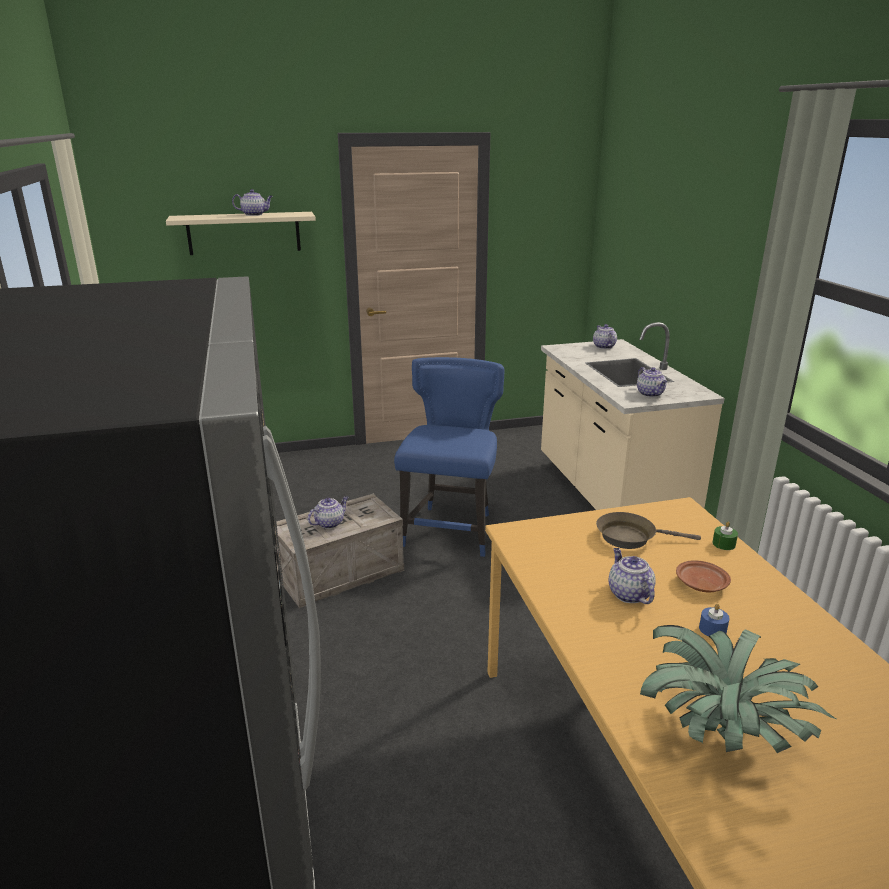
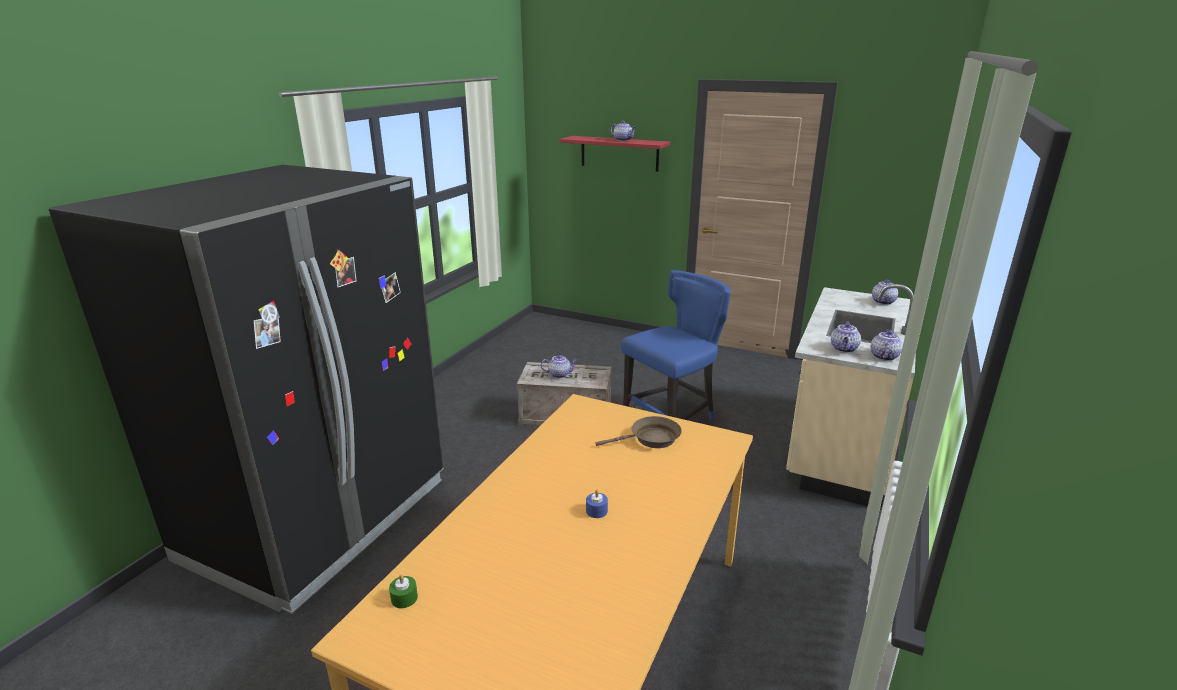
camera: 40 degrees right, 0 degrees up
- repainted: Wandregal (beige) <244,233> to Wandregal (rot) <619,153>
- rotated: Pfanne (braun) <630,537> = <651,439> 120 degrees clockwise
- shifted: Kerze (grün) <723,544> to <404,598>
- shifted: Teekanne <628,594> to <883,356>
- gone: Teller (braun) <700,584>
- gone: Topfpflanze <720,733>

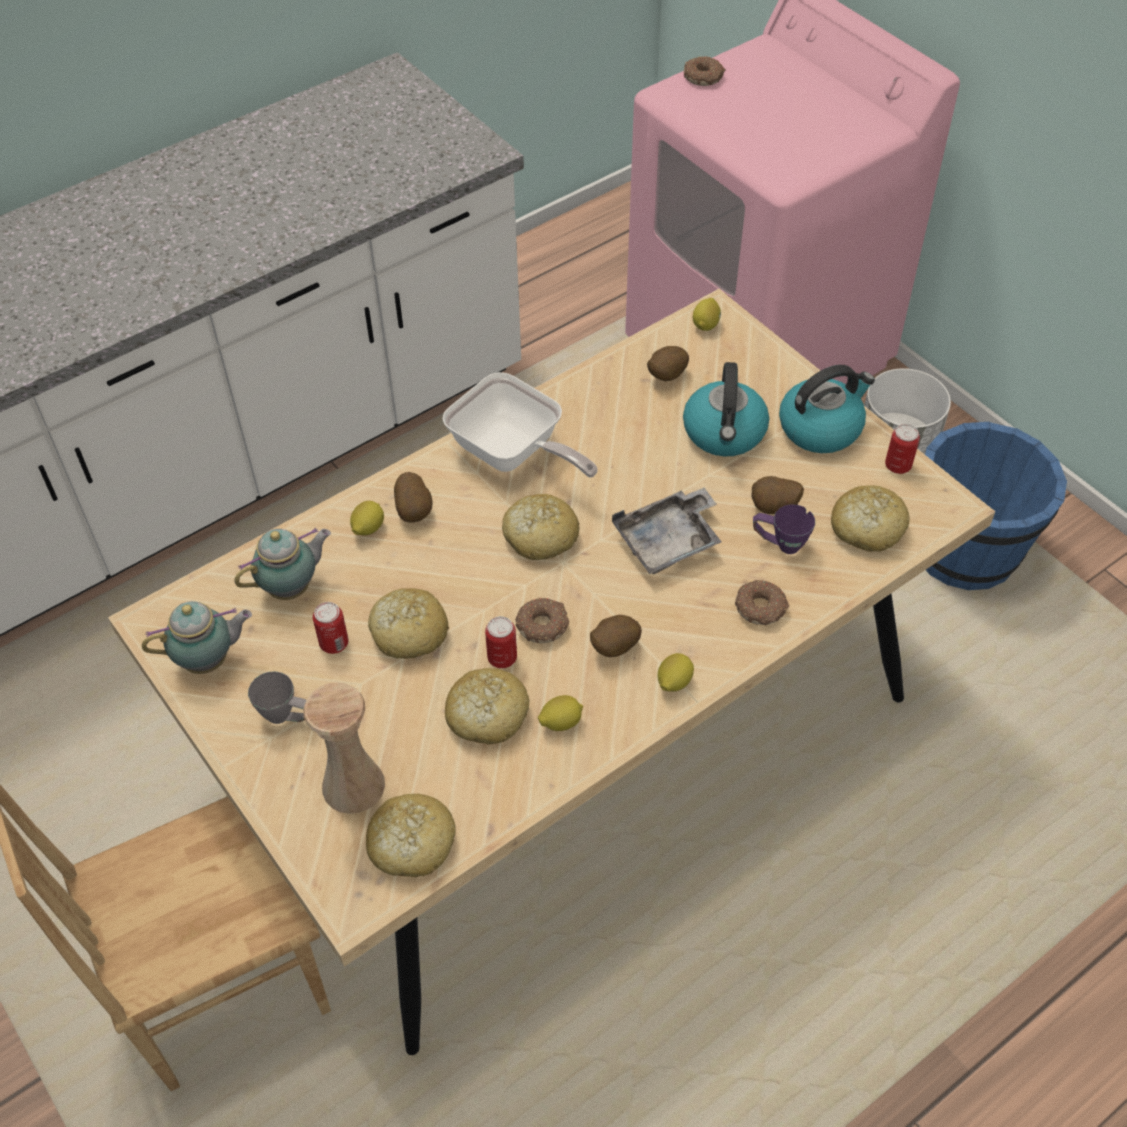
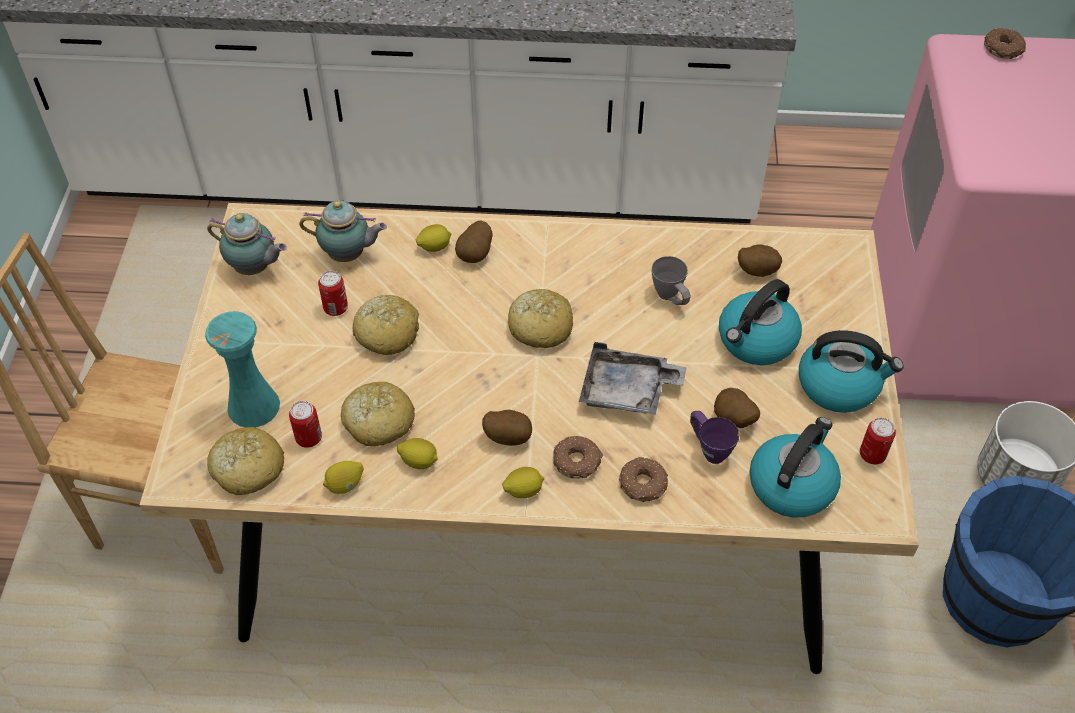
camera: 40 degrees right, 0 degrees up
- shifted: Zitrone <706,324> to <345,485>
- gone: Pfanne <513,454>
- swapped: Brot <866,528> to Wasserkessel <792,484>
- shifted: Donut <543,625> to <577,462>
- shifted: Dose <502,658> to <309,438>
- shifted: Henkelbecher (grau) <288,717> to <671,299>
- repainted: Vase (beige) <353,785> to Vase (türkis) <253,406>

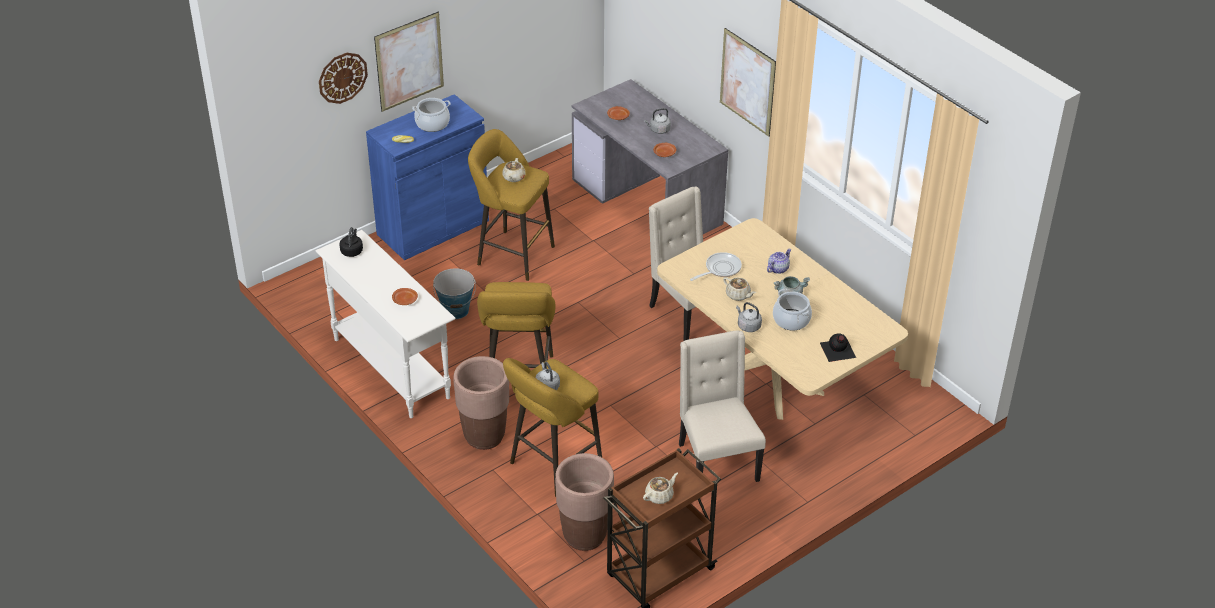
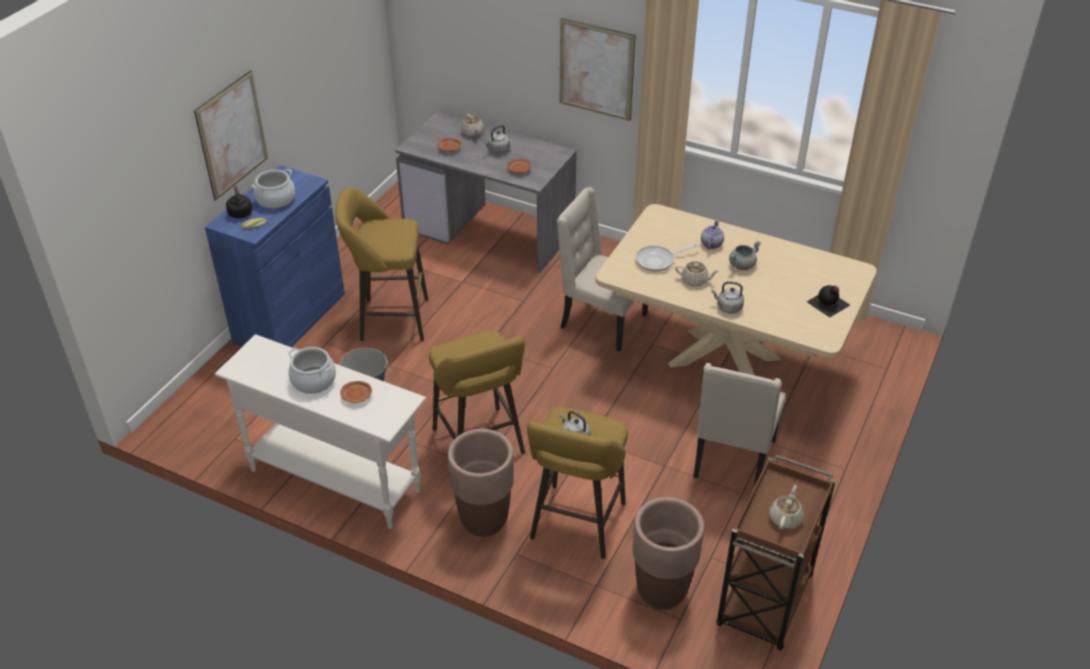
camera: 25 degrees left, 0 degrees up
- gone: Wanduhr <342,77>
- shifted: Teekanne (beige) <513,177> to <472,133>
- shifted: Wasserkessel (schwarz) <352,251> to <240,212>
- rotated: Pfanne <720,269> = <658,261> 135 degrees counterclockwise
- shifted: Kochtopf <791,320> to <313,381>
- rotated: Stuhl (beige) <716,461> = <732,460> 120 degrees counterclockwise

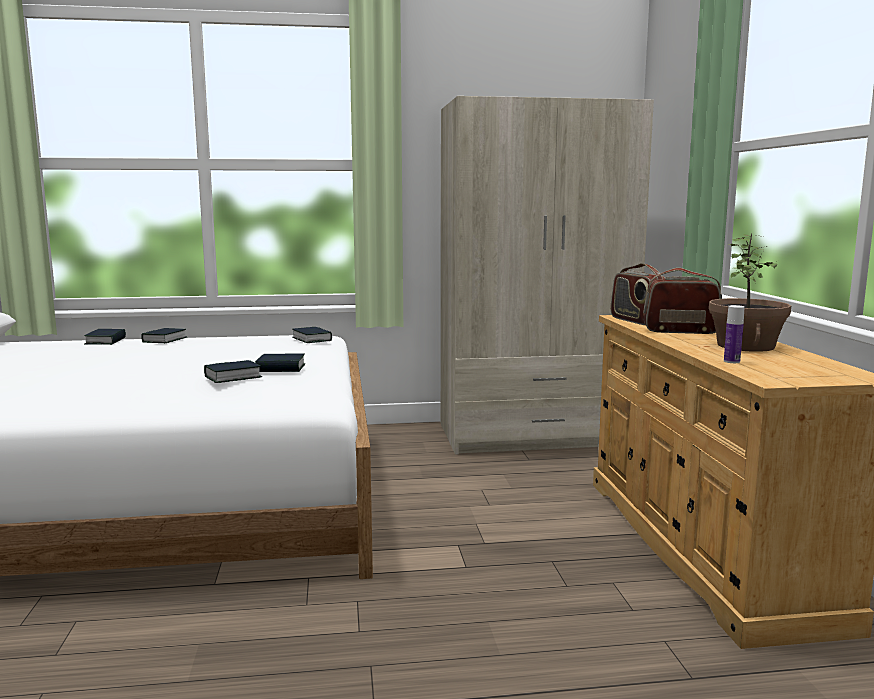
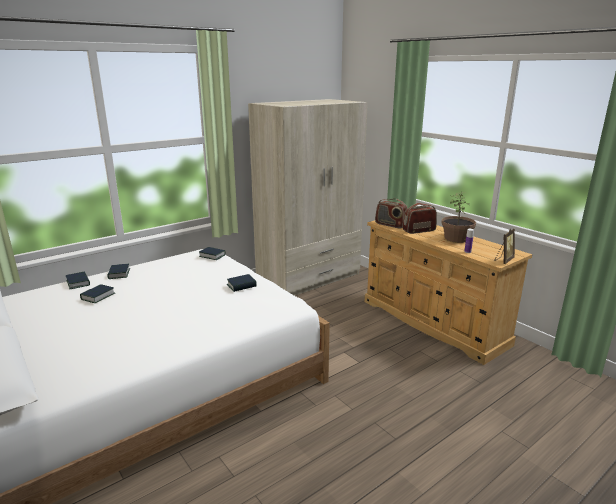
camera: 30 degrees left, 10 degrees up
- shifted: Buch <233,377> to <98,296>
- new: Bilderrahmen <503,260>

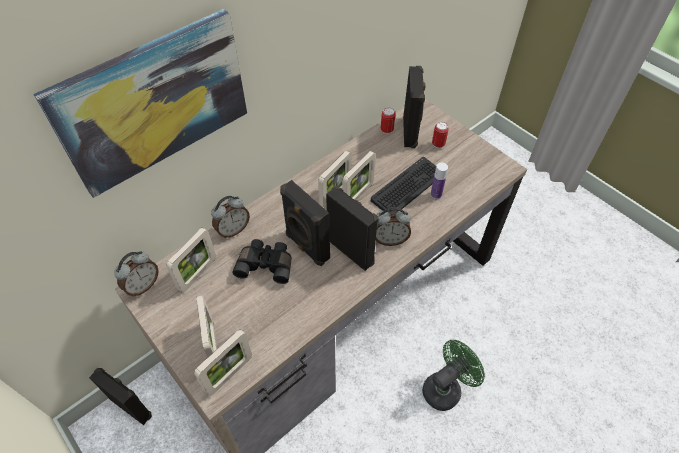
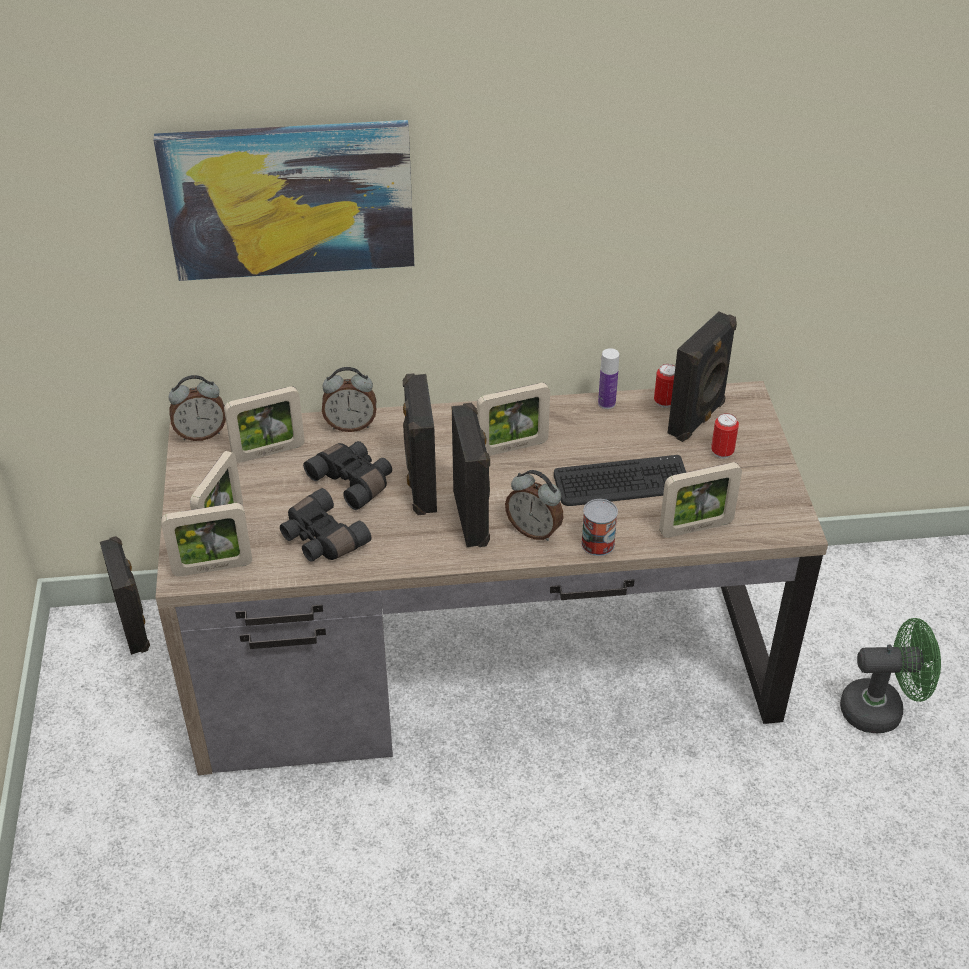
camera: 35 degrees right, 10 degrees down
- shifted: Bilderrahmen <358,195> to <696,528>
- shifted: Flasche <436,194> to <606,403>
- shifted: Ventilator (grün) <446,388> to <881,709>
- new: Fernglas (schwarz) <321,539>
- new: Dose <597,544>

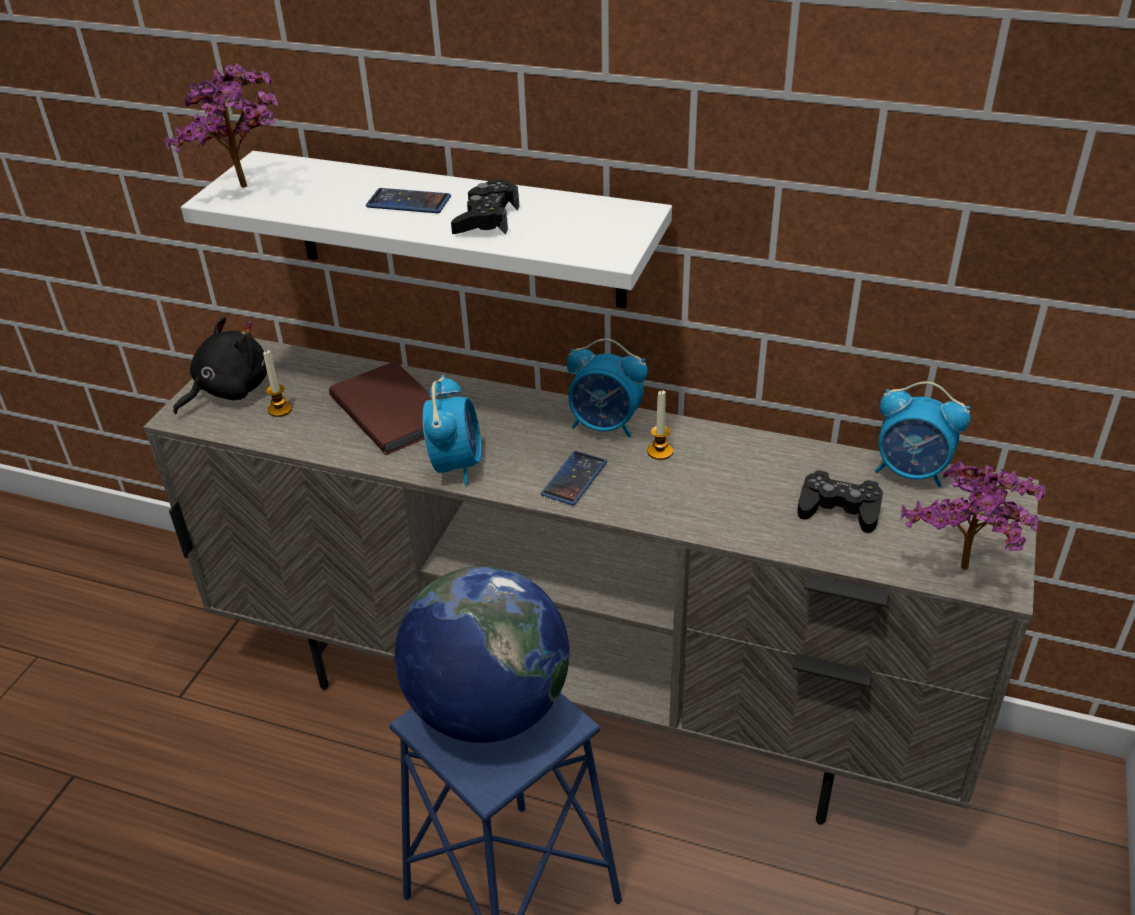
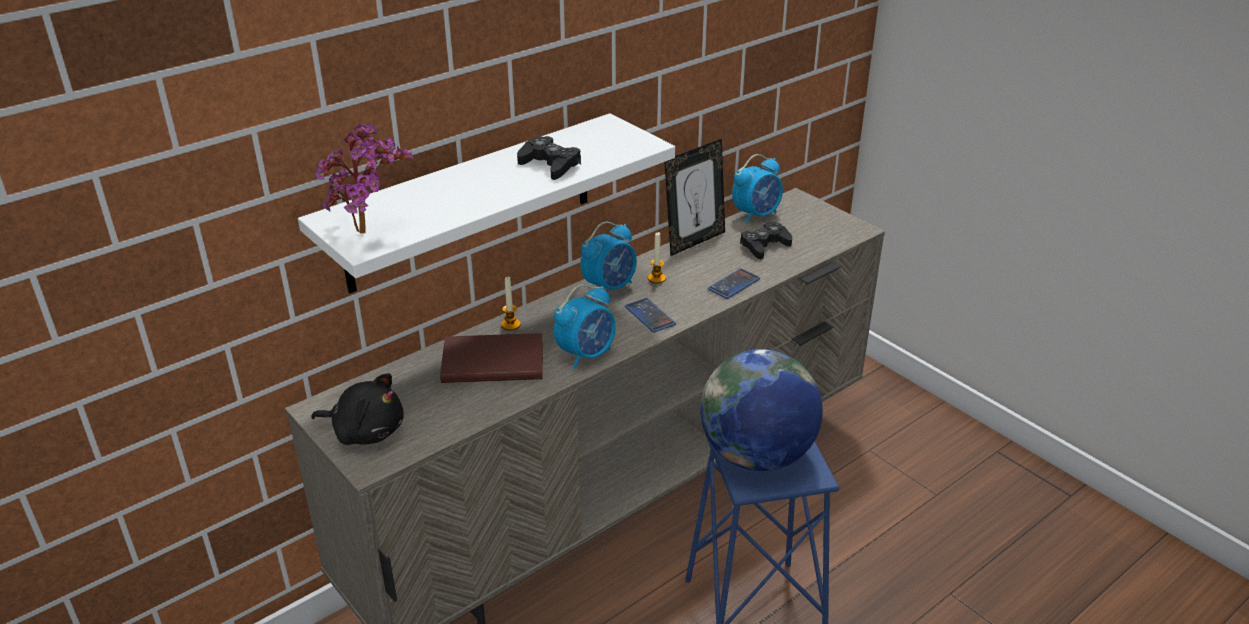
camera: 60 degrees left, 5 degrees down
- shifted: Handy <408,202> to <733,284>
- rotated: Plüschtier (schwarz) <228,390> = <366,431> 120 degrees clockwise
- shifted: Kerze <280,409> to <510,325>
- rotated: Wecker <456,465> = <586,354> 105 degrees clockwise
- gone: Topfpflanze <965,574>
- new: Bilderrahmen <694,241>

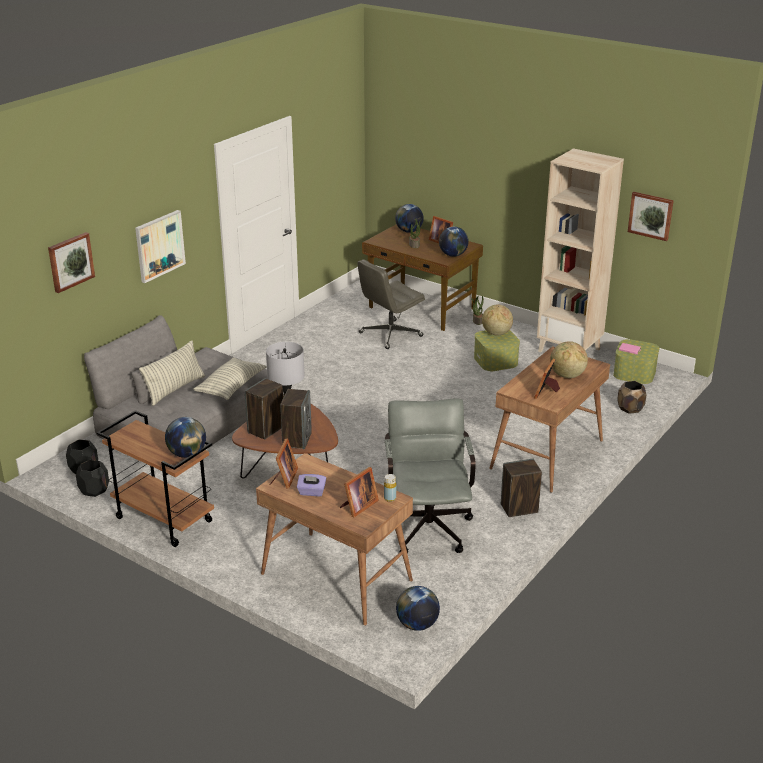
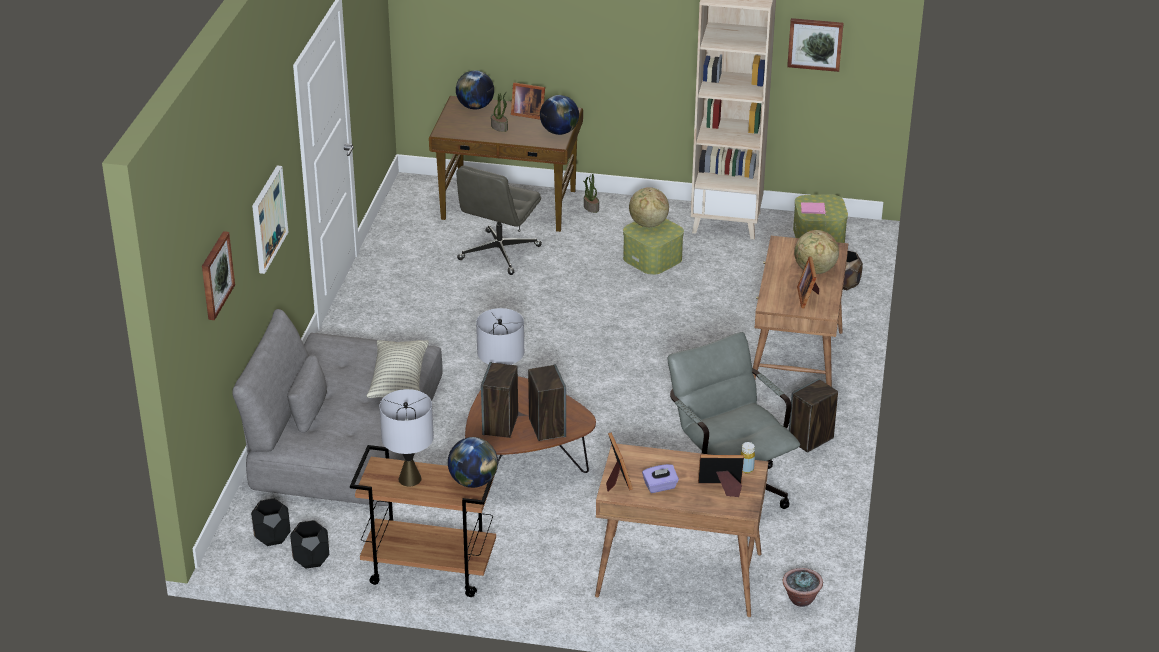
camera: 25 degrees left, 5 degrees up
- gone: Kissen <175,389>
- rotated: Bilderrahmen <358,506> = <722,488> 105 degrees counterclockwise
- swapped: Globus <417,624> to Topfpflanze <801,599>
- new: Tischlampe (grau) <410,478>

